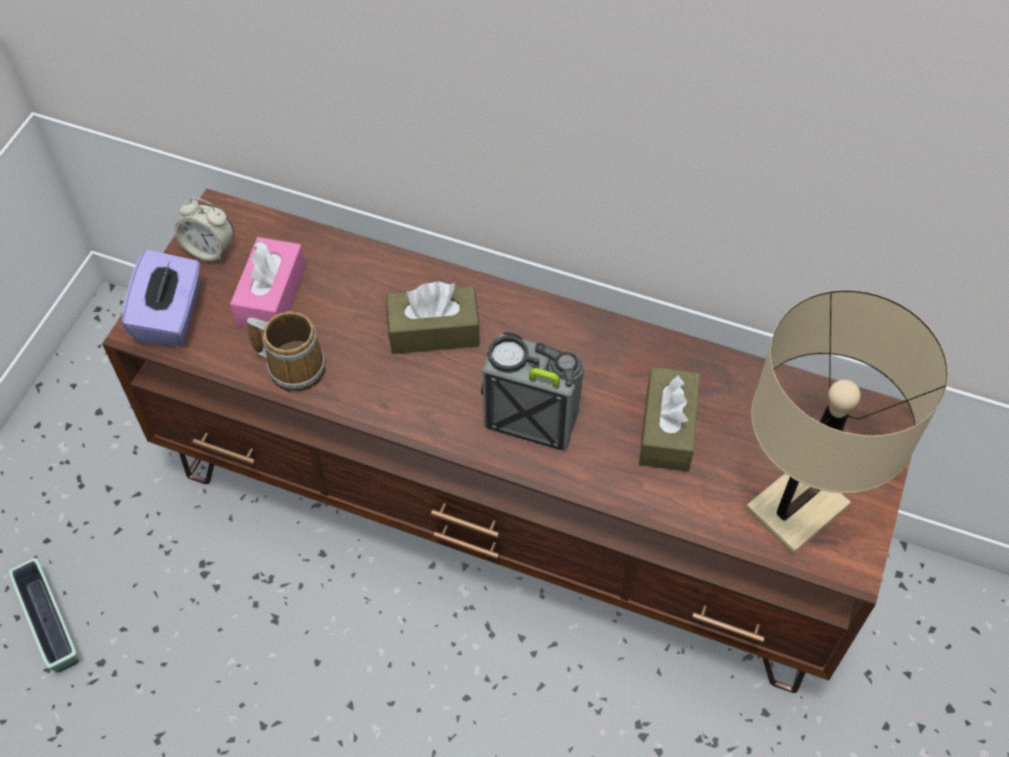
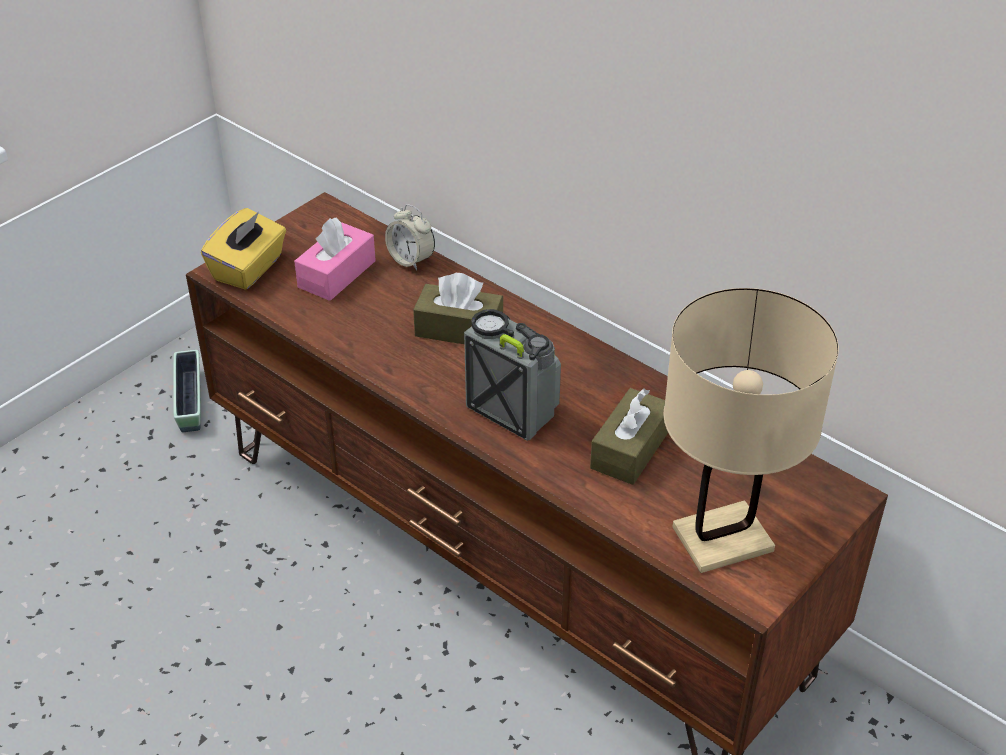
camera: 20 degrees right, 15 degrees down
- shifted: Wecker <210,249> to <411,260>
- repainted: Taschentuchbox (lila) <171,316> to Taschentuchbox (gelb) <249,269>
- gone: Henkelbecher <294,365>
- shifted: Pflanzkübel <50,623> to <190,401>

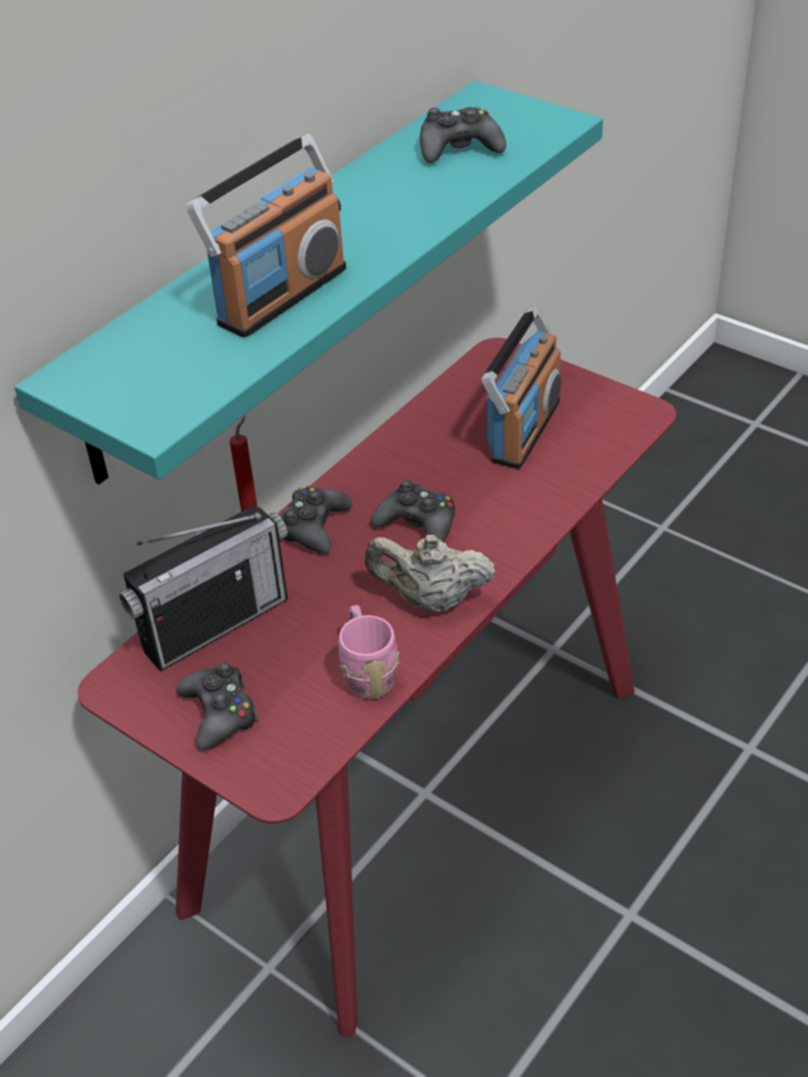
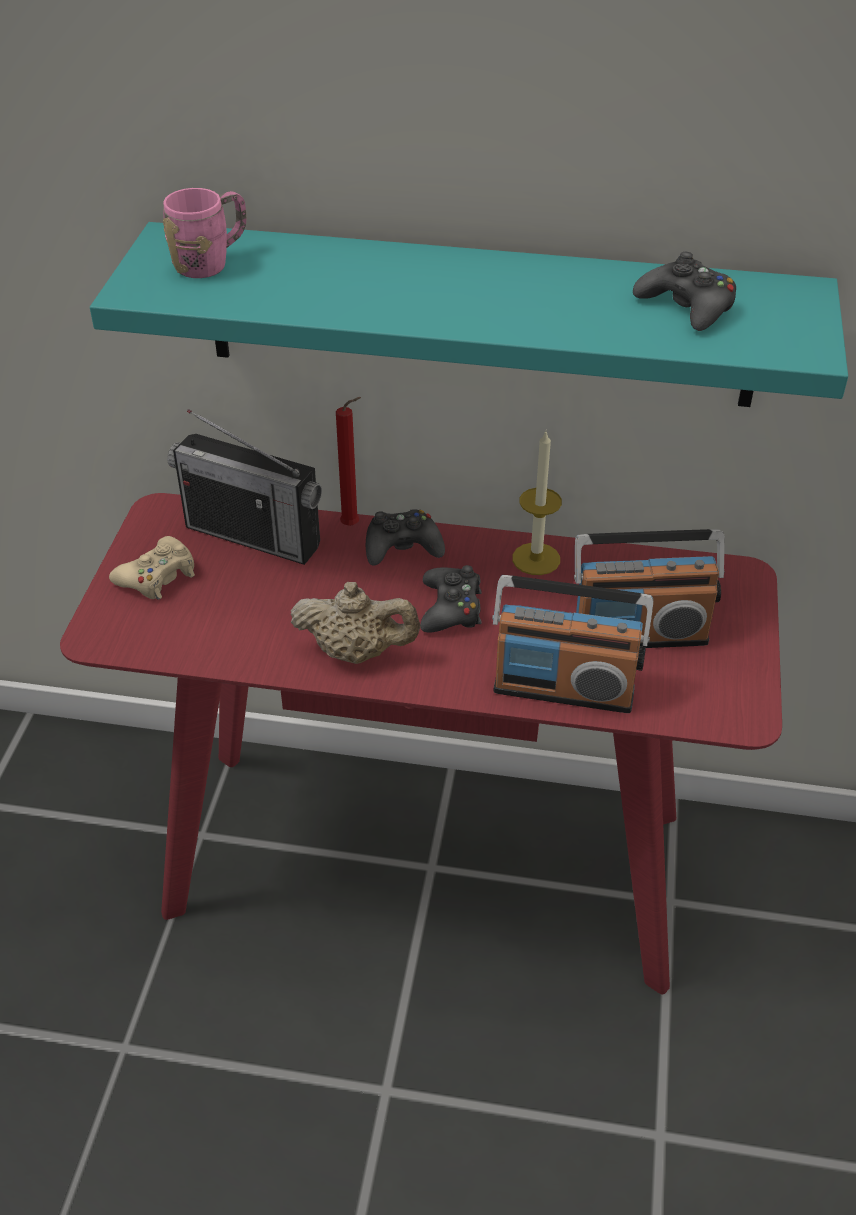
camera: 60 degrees right, 0 degrees up
- shifted: Radio <281,295> to <564,689>
- rotated: Teekanne (beige) <431,600> = <356,652> 120 degrees clockwise
- shifted: Henkelbecher (rosa) <367,672> to <211,262>
- repainted: Gamepad (schwarz) <220,713> to Gamepad (beige) <157,577>
- new: Kerze <536,559>

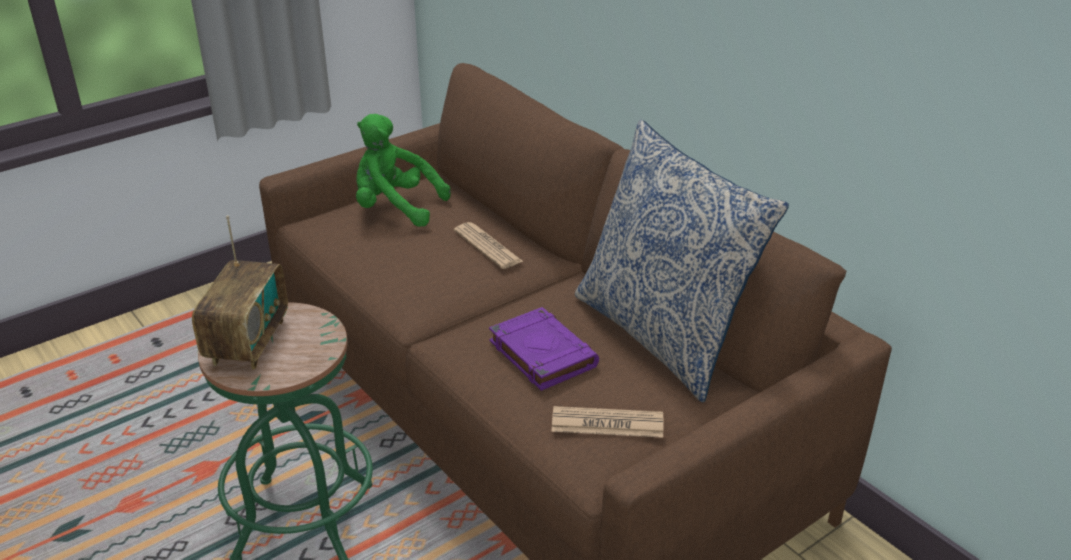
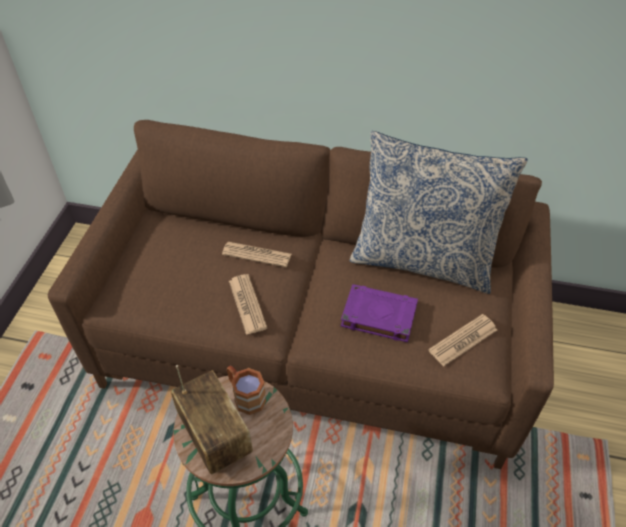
camera: 40 degrees left, 15 degrees up
- gone: Plüschtier (grün) <395,208>
- new: Zeitung <247,304>
- new: Henkelbecher (braun) <245,396>

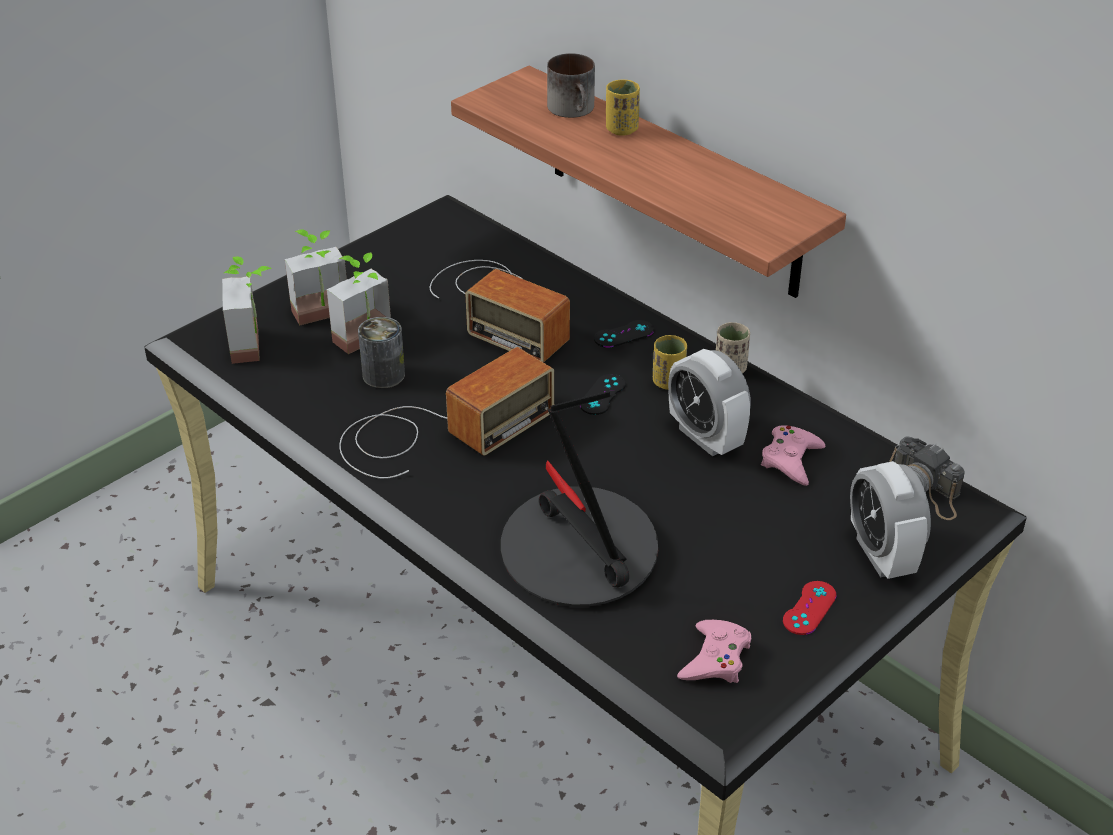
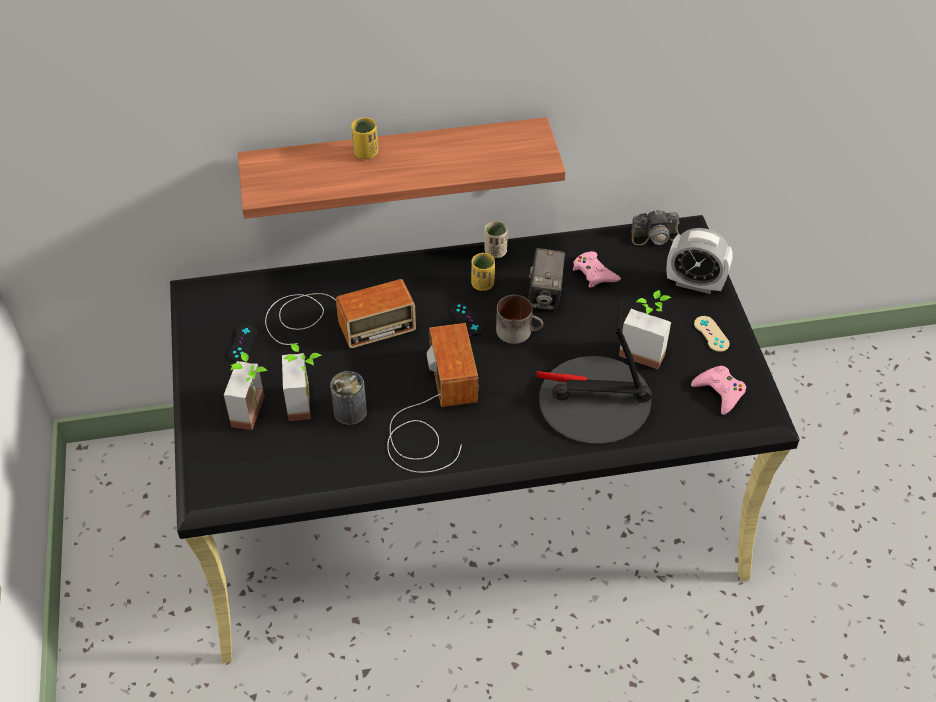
camera: 55 degrees left, 10 degrees up
- shifted: Henkelbecher <575,109> to <519,330>
- shifted: Topfpflanze <256,344> to <645,349>
- shifted: Gamepad (schwarz) <623,334> to <242,343>
- swapped: Wecker <705,437> to Kamera <545,296>
- repainted: Gamepad (rot) <809,608> to Gamepad (beige) <711,334>

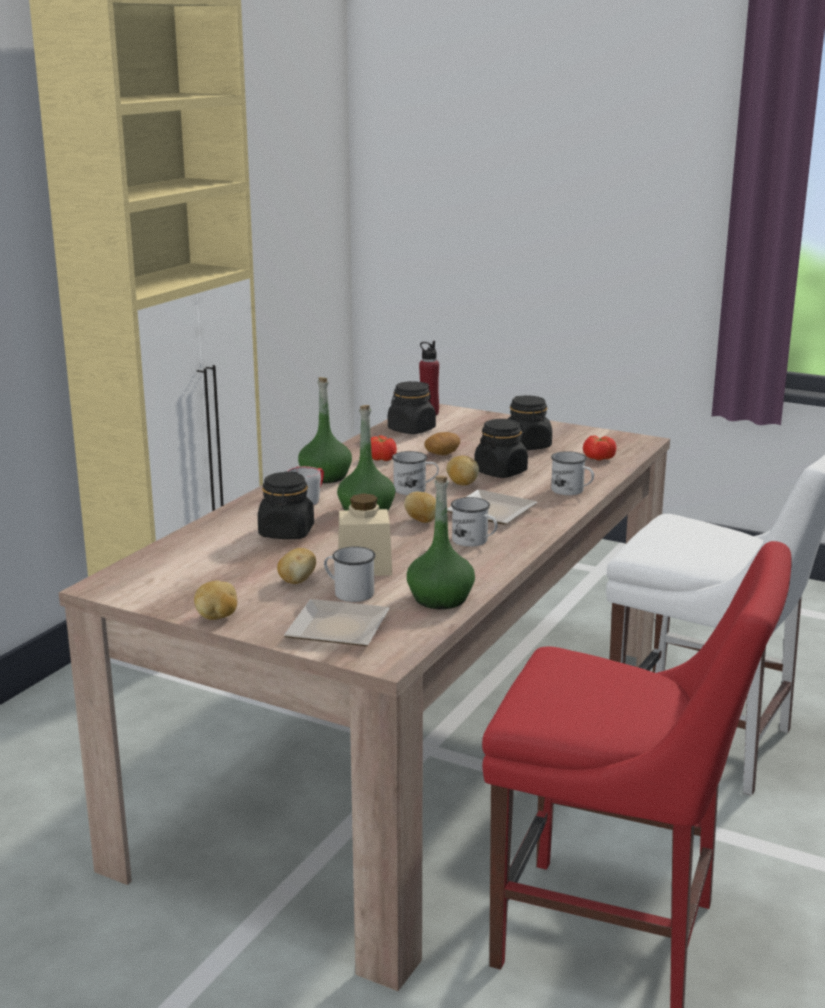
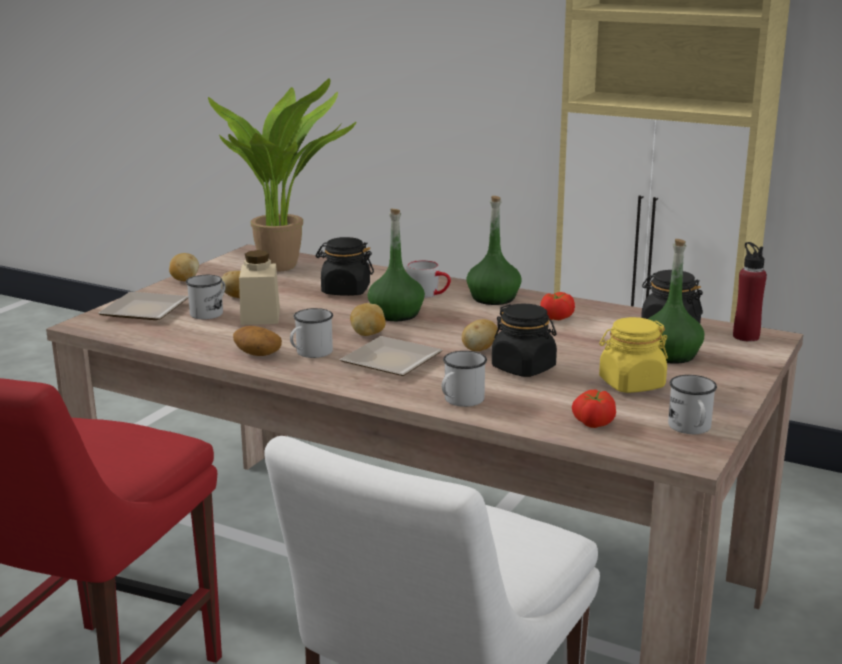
camera: 90 degrees right, 0 degrees up
- repainted: Vorratsglas (schwarz) <527,446> to Vorratsglas (gelb) <631,384>
- shifted: Kartoffel <442,454> to <257,353>
- shifted: Henkelbecher (weiß) <415,489> to <691,429>
- shifted: Flasche (grün) <440,598> to <670,355>
- new: Topfpflanze <285,266>

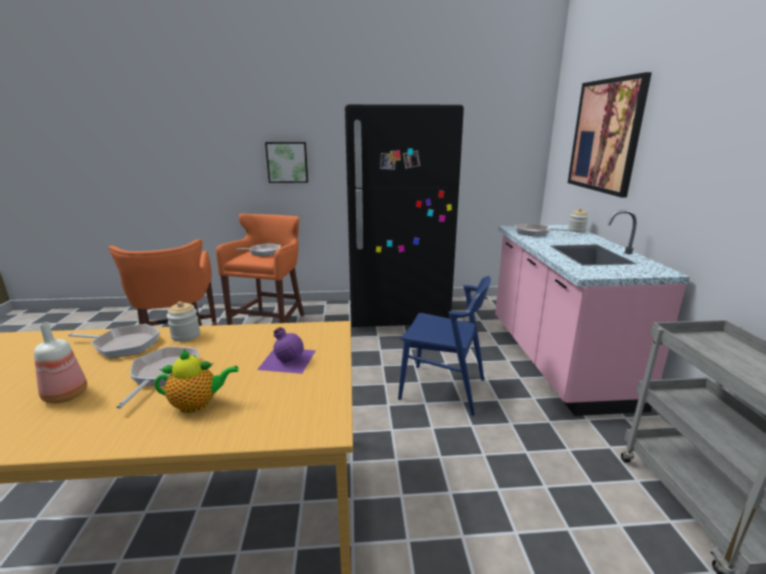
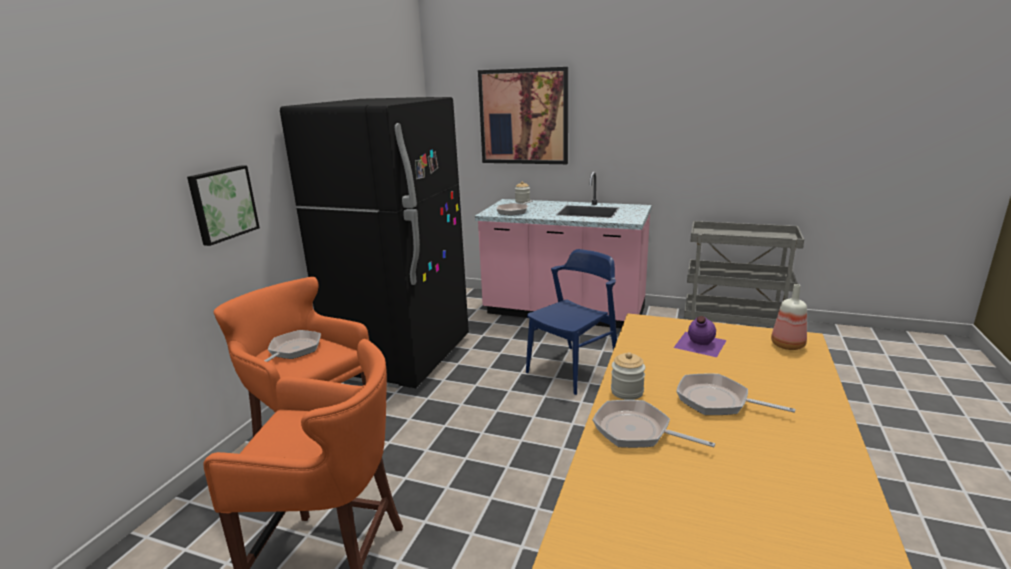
camera: 65 degrees left, 0 degrees up
- shifted: Flasche <64,396> to <788,346>
- rotated: Pfanne <123,345> = <637,431> 90 degrees counterclockwise
- gone: Teekanne <198,404>

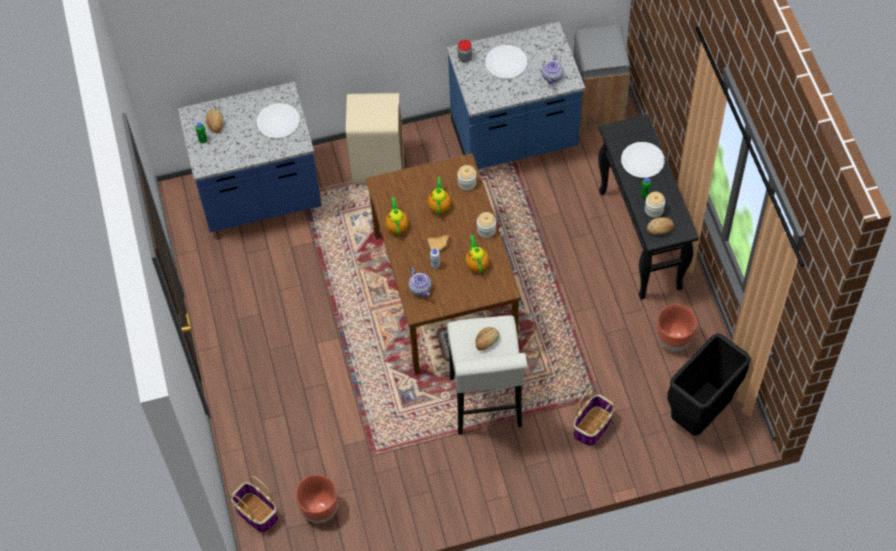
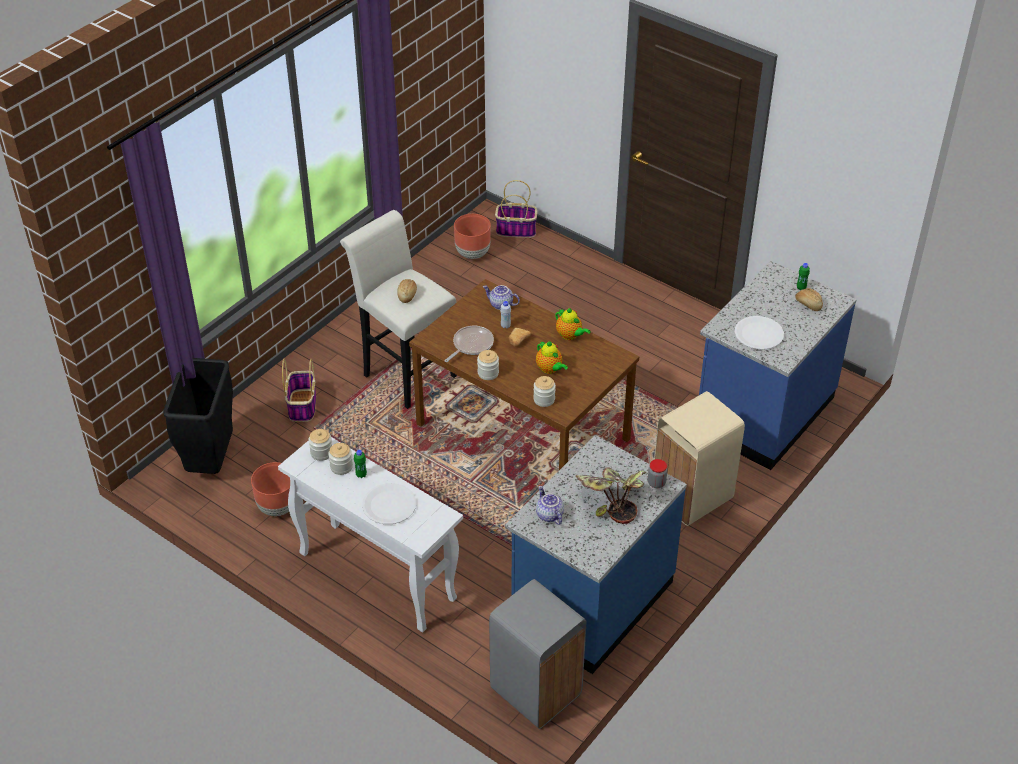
camera: 140 degrees right, 15 degrees down
- swapped: Teller (weiß) <506,63> to Topfpflanze <609,502>
- repainted: Konsolentisch (schwarz) <640,240> to Konsolentisch (weiß) <375,576>
- swapped: Brot <660,229> to Vorratsglas <321,453>
- swapped: Teekanne <476,263> to Pfanne <471,345>

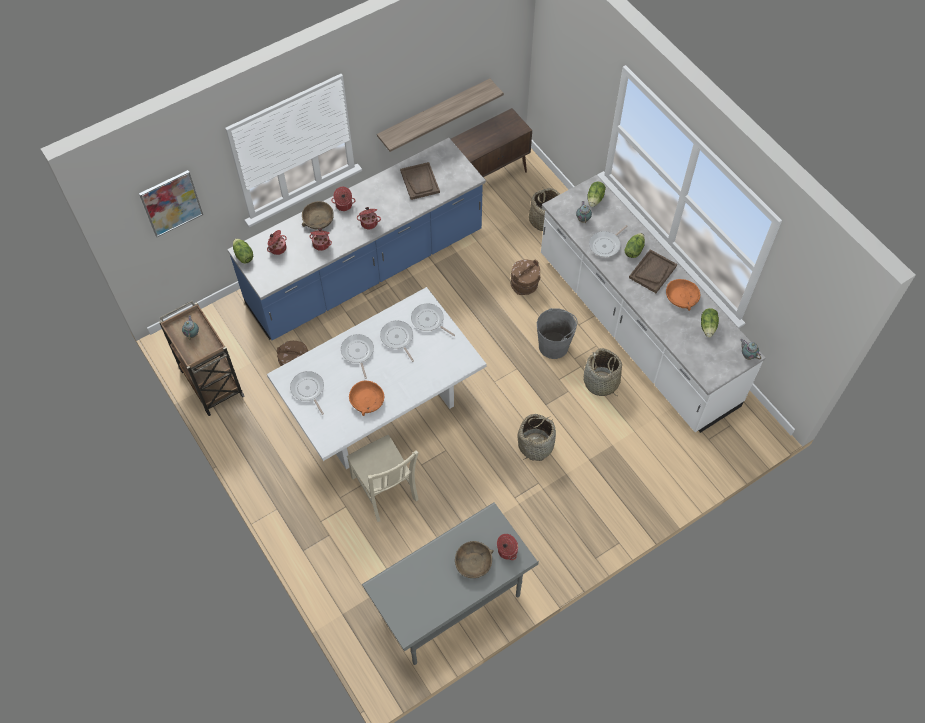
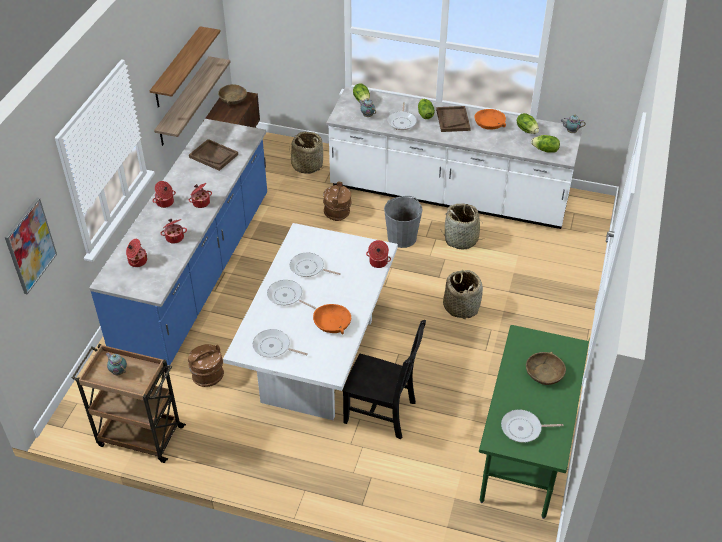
camera: 40 degrees left, 15 degrees down
- shifted: Schüssel (braun) <318,219> to <233,99>
- shifted: Salatkopf <243,256> to <545,150>
- shifted: Pfanne <429,320> to <523,429>
- repainted: Stuhl (beige) <385,490> to Stuhl (schwarz) <382,413>
- repainted: Schreibtisch (grau) <451,606> to Schreibtisch (grün) <524,456>
- shifted: Kochtopf <507,550> to <378,262>
- new: Wandregal <177,68>

